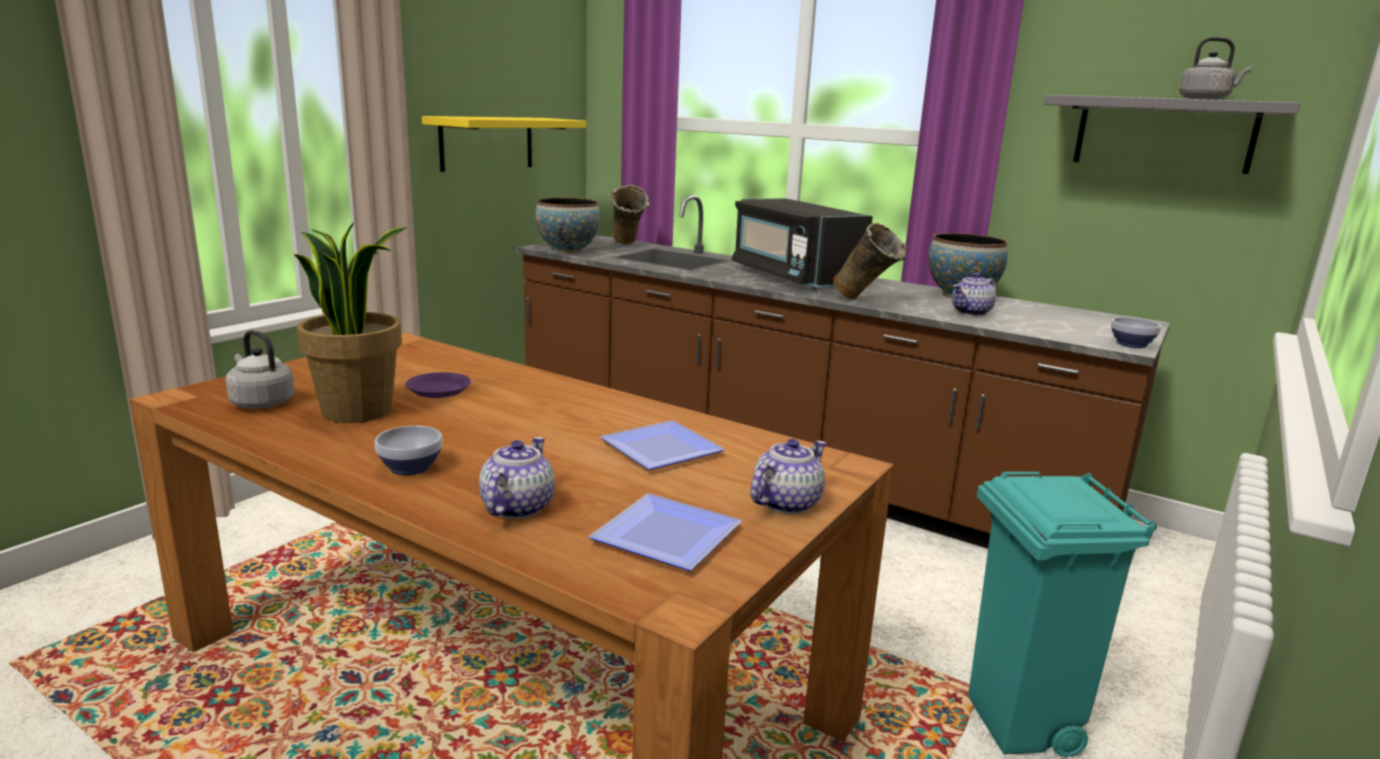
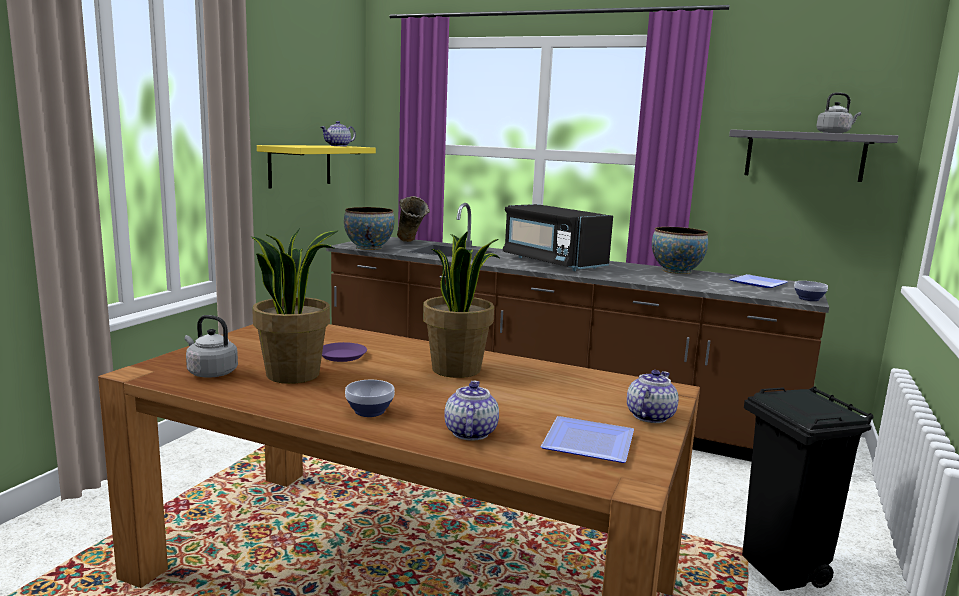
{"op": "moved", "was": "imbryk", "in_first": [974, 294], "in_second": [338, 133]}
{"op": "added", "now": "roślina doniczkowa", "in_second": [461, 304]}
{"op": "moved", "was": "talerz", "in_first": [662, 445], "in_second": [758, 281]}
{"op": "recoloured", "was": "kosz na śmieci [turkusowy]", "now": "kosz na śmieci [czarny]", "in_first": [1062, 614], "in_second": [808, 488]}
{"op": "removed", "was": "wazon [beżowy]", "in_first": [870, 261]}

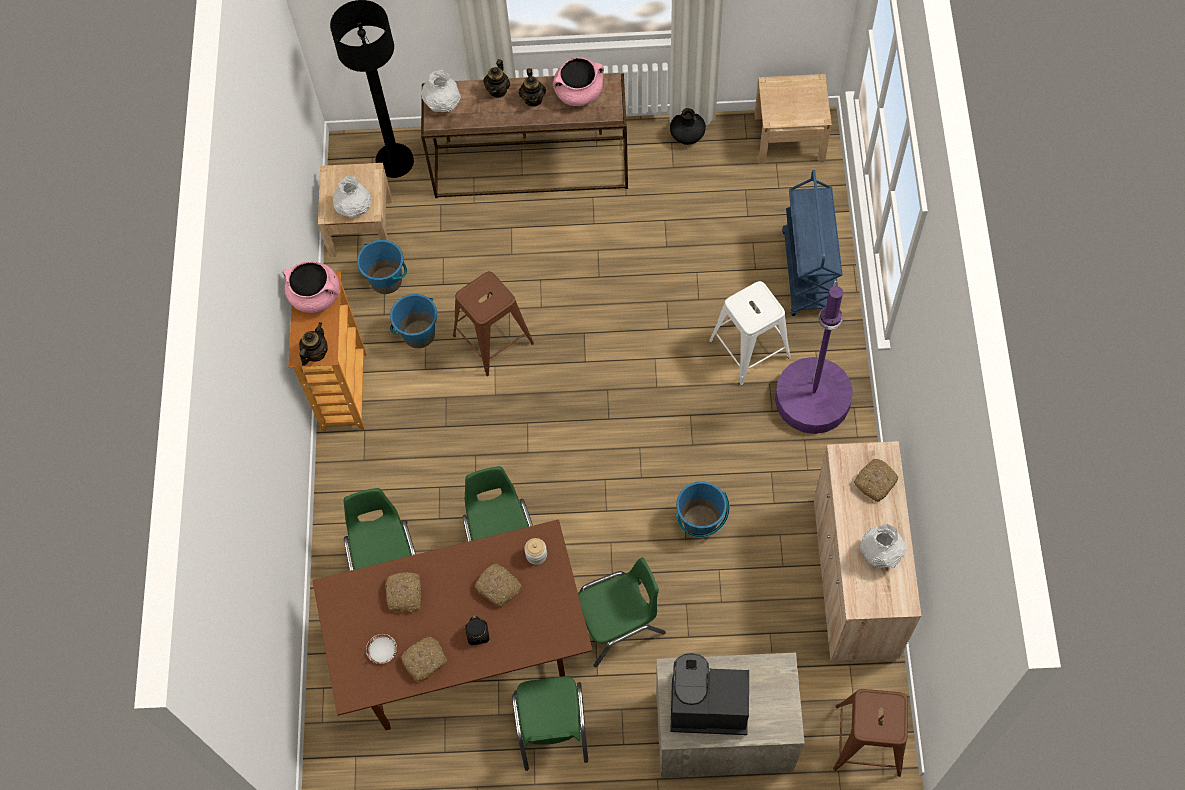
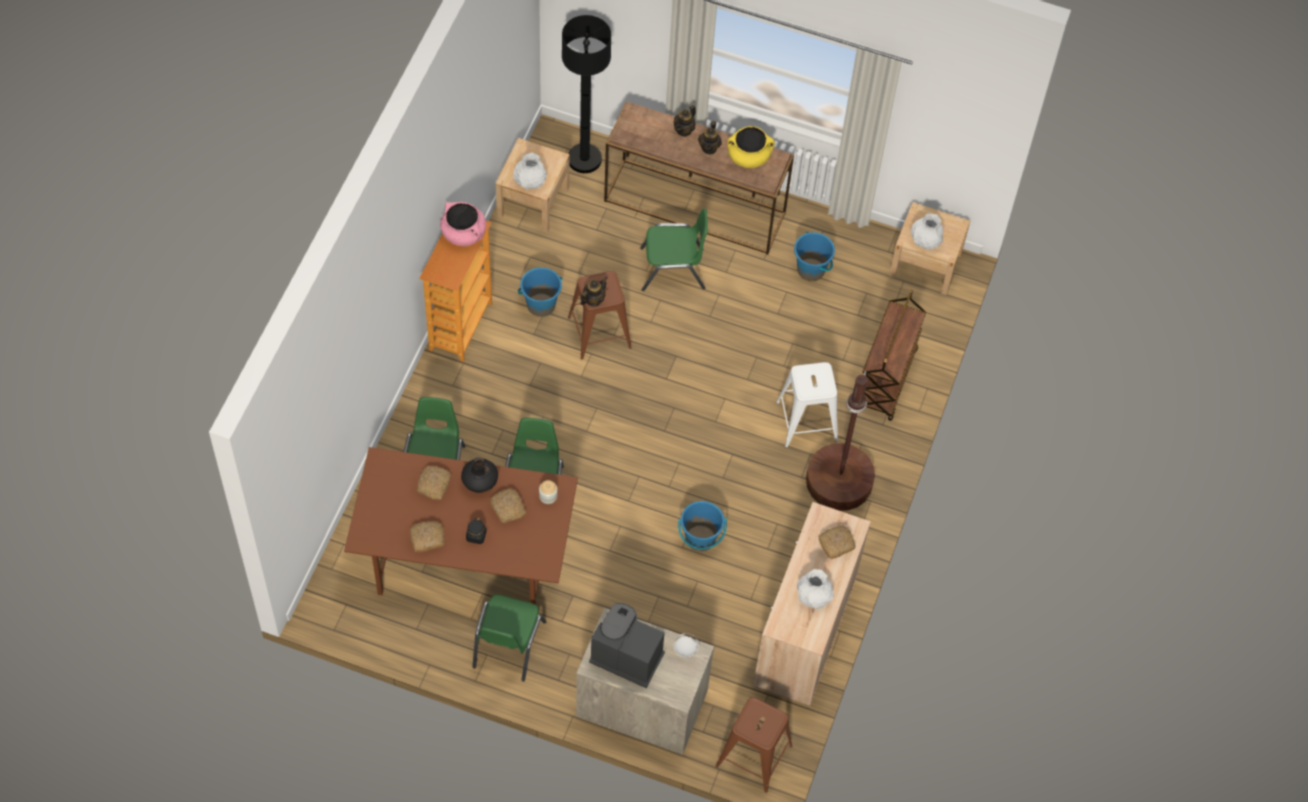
{"op": "moved", "was": "wazon [czarny]", "in_first": [688, 126], "in_second": [479, 475]}
{"op": "moved", "was": "imbryk", "in_first": [313, 344], "in_second": [594, 291]}
{"op": "moved", "was": "krzesło [zielony]", "in_first": [622, 612], "in_second": [674, 250]}
{"op": "moved", "was": "talerz [biały]", "in_first": [381, 649], "in_second": [686, 645]}
{"op": "recoloured", "was": "garnek [różowy]", "now": "garnek [żółty]", "in_first": [578, 81], "in_second": [751, 147]}
{"op": "moved", "was": "wiadro [niebieski]", "in_first": [382, 267], "in_second": [814, 256]}
{"op": "recoloured", "was": "lampa stojąca [fioletowy]", "now": "lampa stojąca [brązowy]", "in_first": [814, 357], "in_second": [840, 441]}
{"op": "recoloured", "was": "wózek [niebieski]", "now": "wózek [brązowy]", "in_first": [812, 243], "in_second": [894, 355]}
{"op": "moved", "was": "wazon [biały]", "in_first": [441, 91], "in_second": [927, 231]}

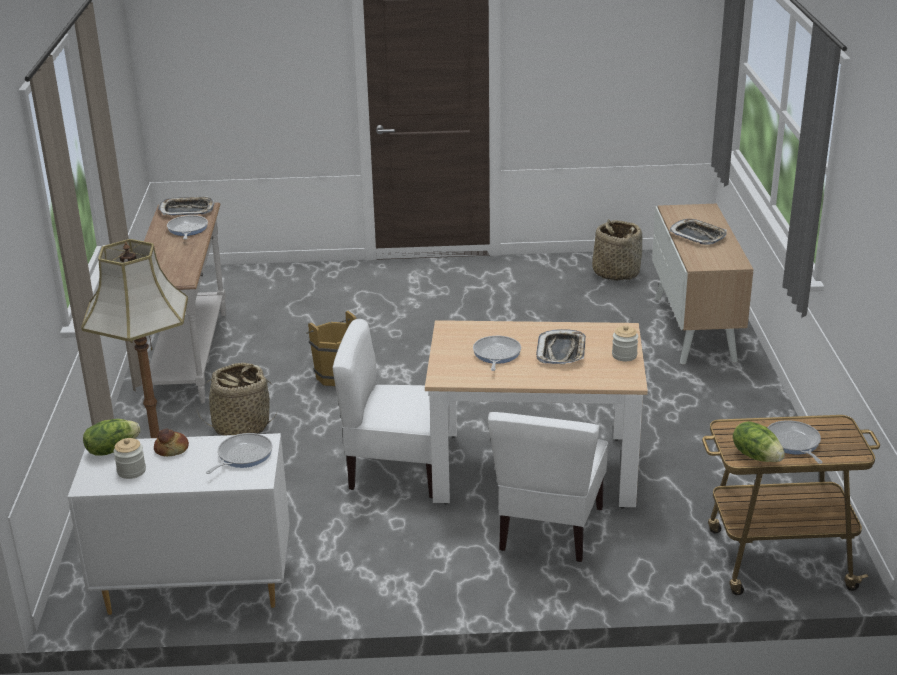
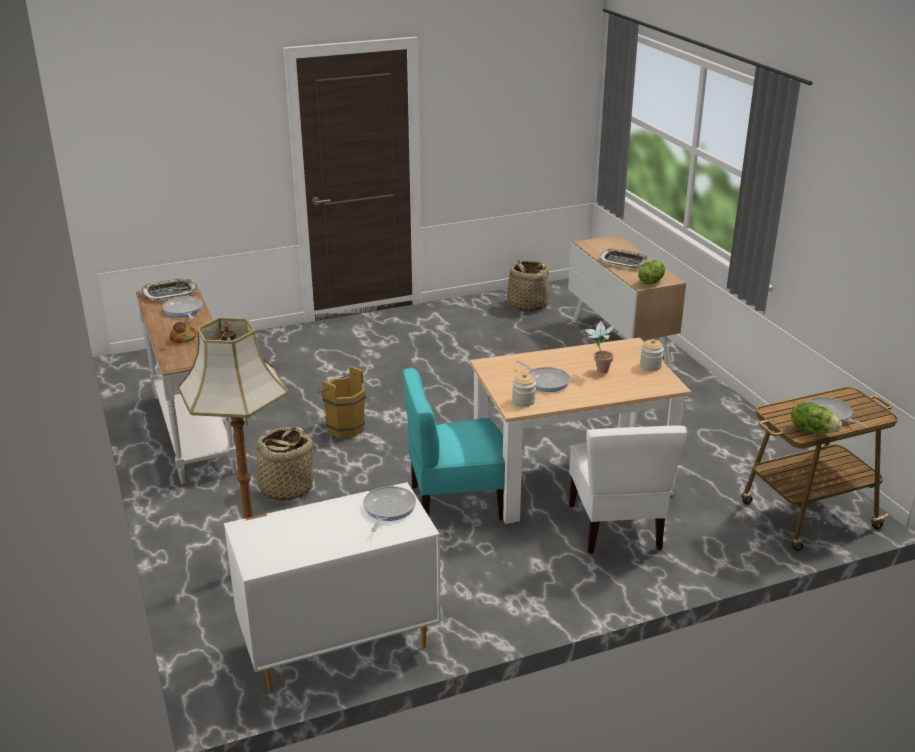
{"op": "moved", "was": "chleb", "in_first": [171, 442], "in_second": [183, 332]}
{"op": "recoloured", "was": "krzesło [biały]", "now": "krzesło [turkusowy]", "in_first": [391, 409], "in_second": [454, 444]}
{"op": "moved", "was": "słoik", "in_first": [129, 458], "in_second": [524, 390]}
{"op": "turned", "was": "patelnia", "in_first": [497, 353], "in_second": [543, 376], "clockwise": 150}
{"op": "replaced", "was": "taca", "now": "roślina doniczkowa", "in_first": [561, 346], "in_second": [600, 346]}
{"op": "moved", "was": "sałata", "in_first": [112, 437], "in_second": [651, 272]}

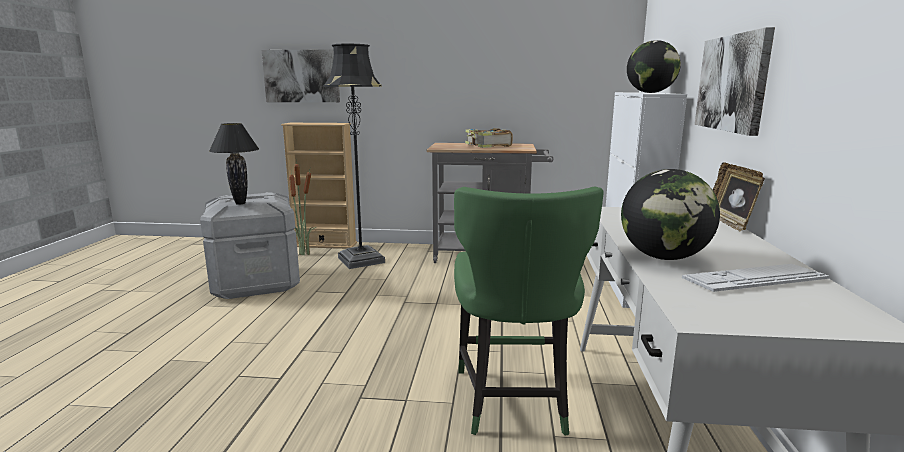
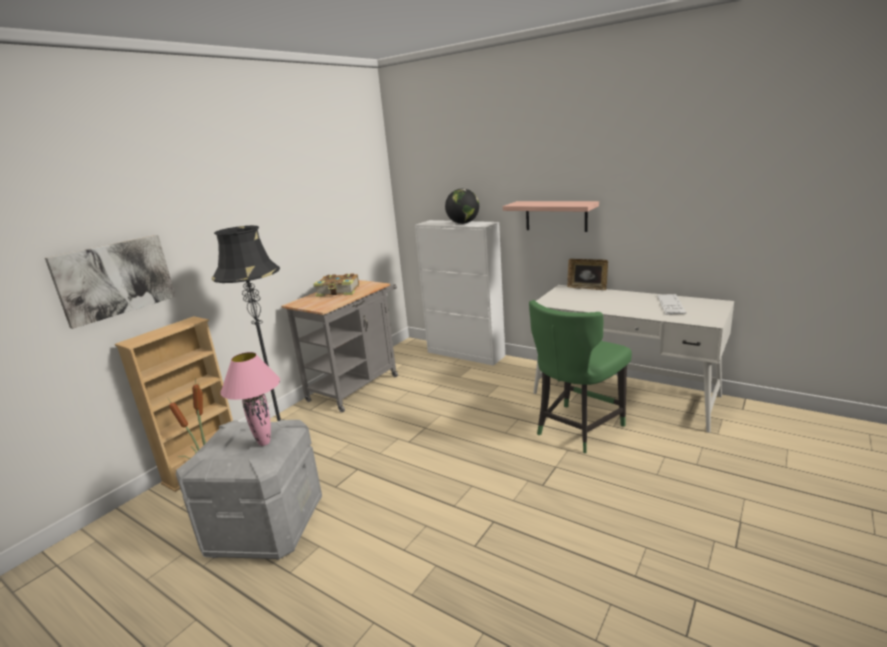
{"op": "recoloured", "was": "lampa stołowa [czarny]", "now": "lampa stołowa [różowy]", "in_first": [234, 164], "in_second": [250, 399]}
{"op": "replaced", "was": "obraz", "now": "półka", "in_first": [735, 81], "in_second": [551, 216]}
{"op": "turned", "was": "krzesło [zielony]", "in_first": [529, 311], "in_second": [580, 376], "clockwise": 105}
{"op": "removed", "was": "globus", "in_first": [670, 214]}

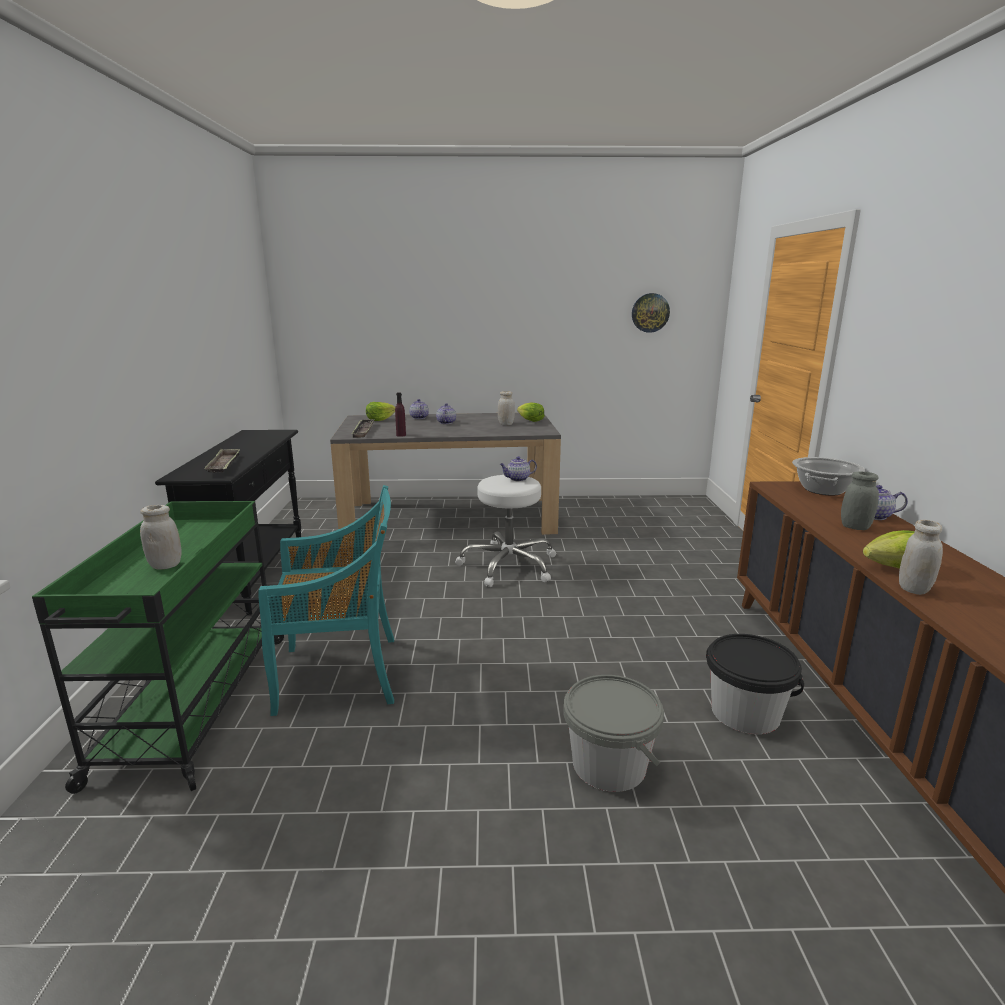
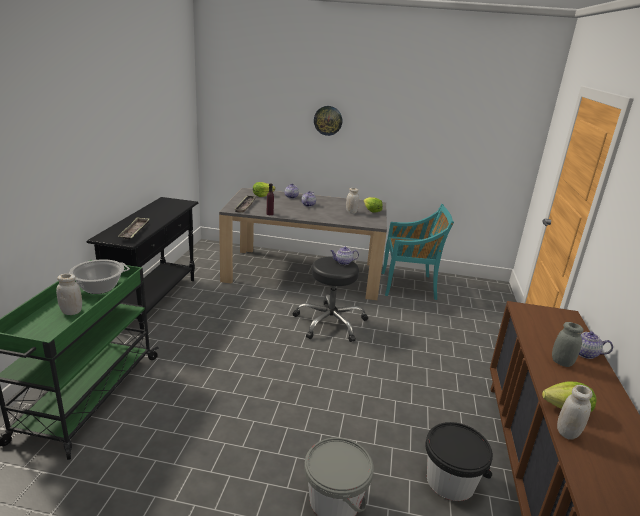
{"op": "moved", "was": "garnek", "in_first": [828, 476], "in_second": [99, 276]}
{"op": "recoloured", "was": "stołek [biały]", "now": "stołek [czarny]", "in_first": [505, 531], "in_second": [330, 299]}
{"op": "moved", "was": "zegar ścienny", "in_first": [651, 313], "in_second": [328, 121]}
{"op": "moved", "was": "krzesło [turkusowy]", "in_first": [326, 600], "in_second": [418, 252]}

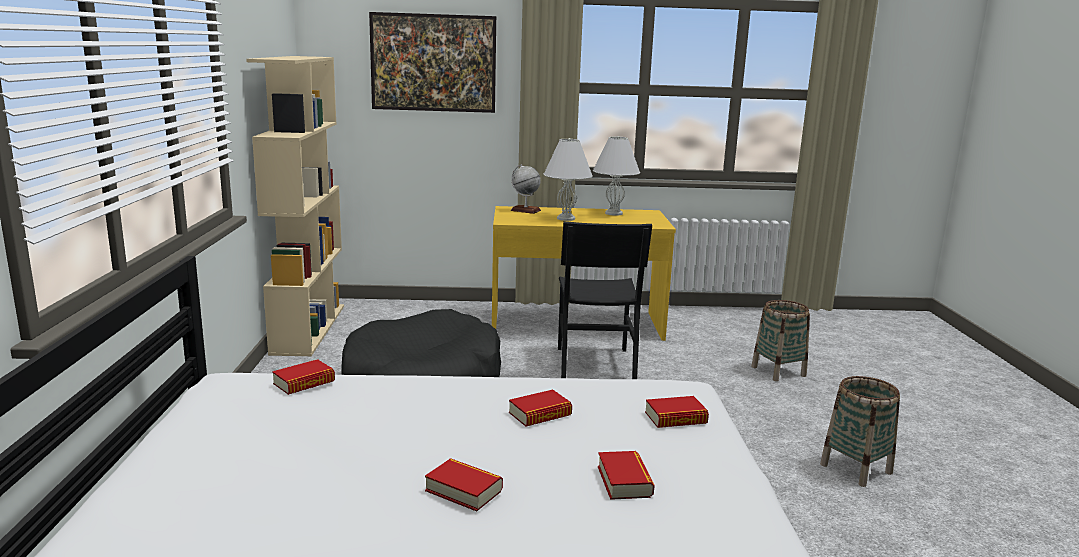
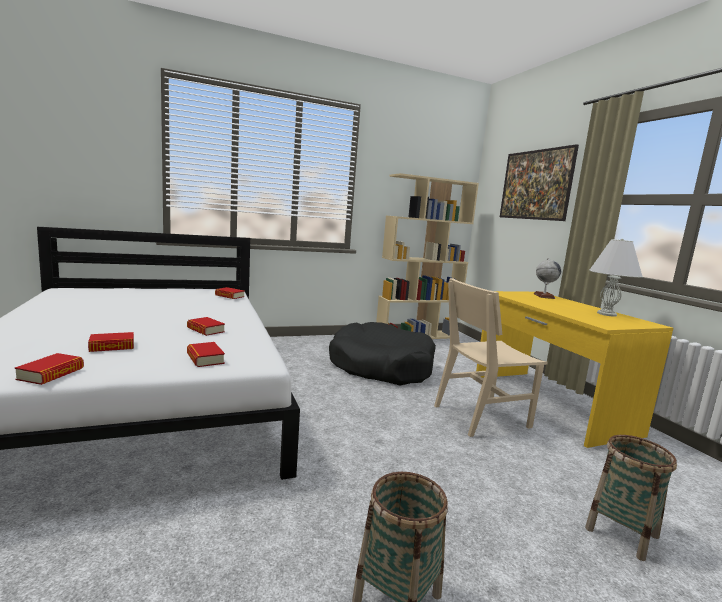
{"op": "moved", "was": "książka", "in_first": [464, 485], "in_second": [49, 369]}
{"op": "recoloured", "was": "krzesło [czarny]", "now": "krzesło [beżowy]", "in_first": [605, 300], "in_second": [491, 357]}
{"op": "removed", "was": "lampa stołowa [biały]", "in_first": [568, 179]}

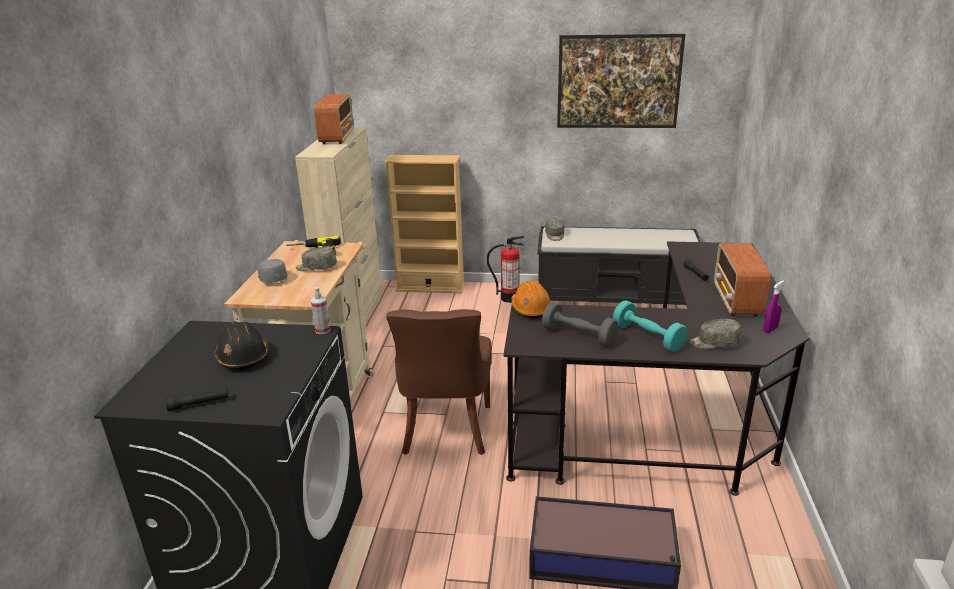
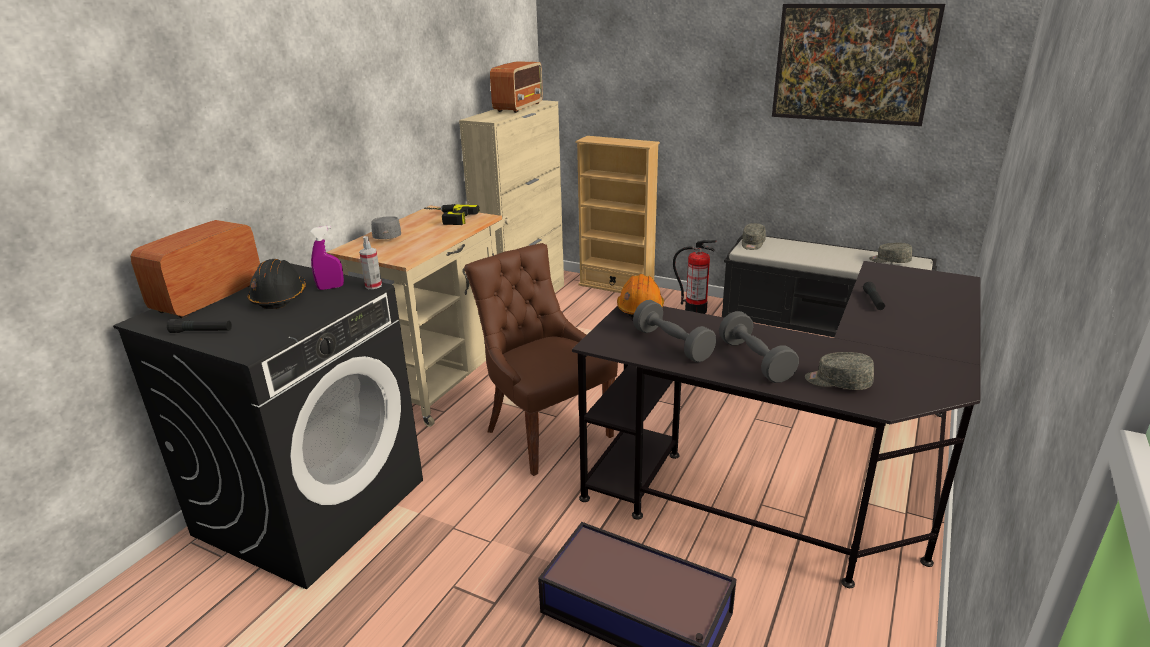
{"op": "moved", "was": "radio", "in_first": [742, 279], "in_second": [195, 269]}
{"op": "moved", "was": "spryskiwacz [fioletowy]", "in_first": [774, 306], "in_second": [327, 258]}
{"op": "turned", "was": "krzesło [brązowy]", "in_first": [439, 382], "in_second": [541, 359], "clockwise": 120}
{"op": "recoloured", "was": "hantel [turkusowy]", "now": "hantel [szary]", "in_first": [650, 326], "in_second": [759, 347]}
{"op": "moved", "was": "czapka z daszkiem [szary]", "in_first": [316, 259], "in_second": [890, 253]}

